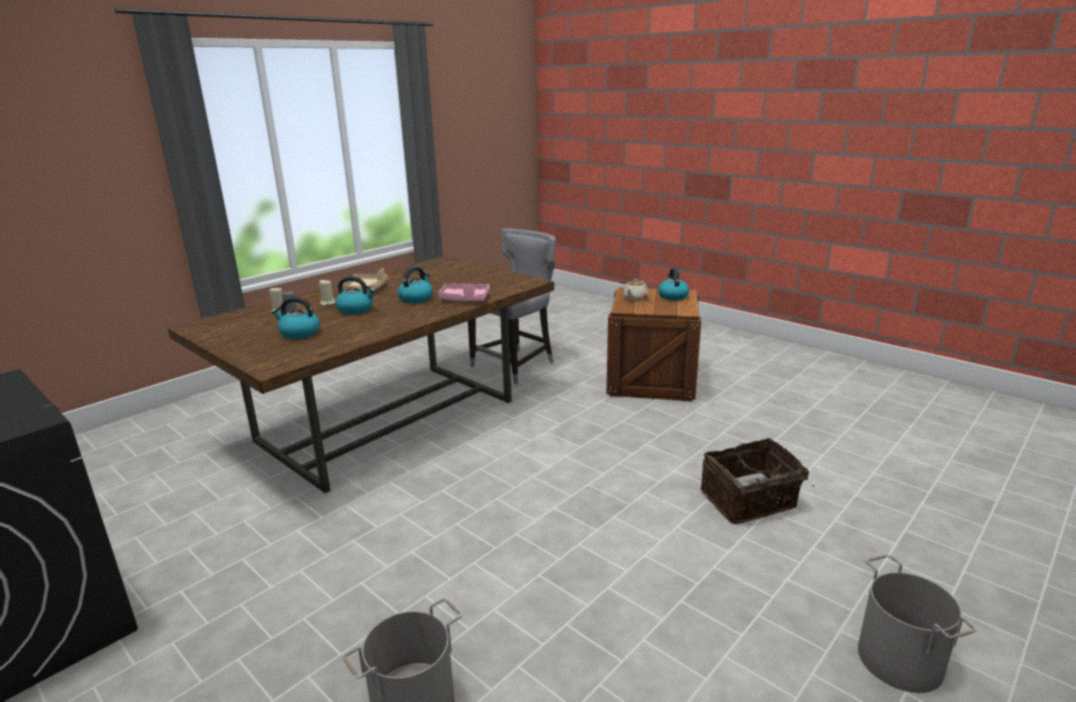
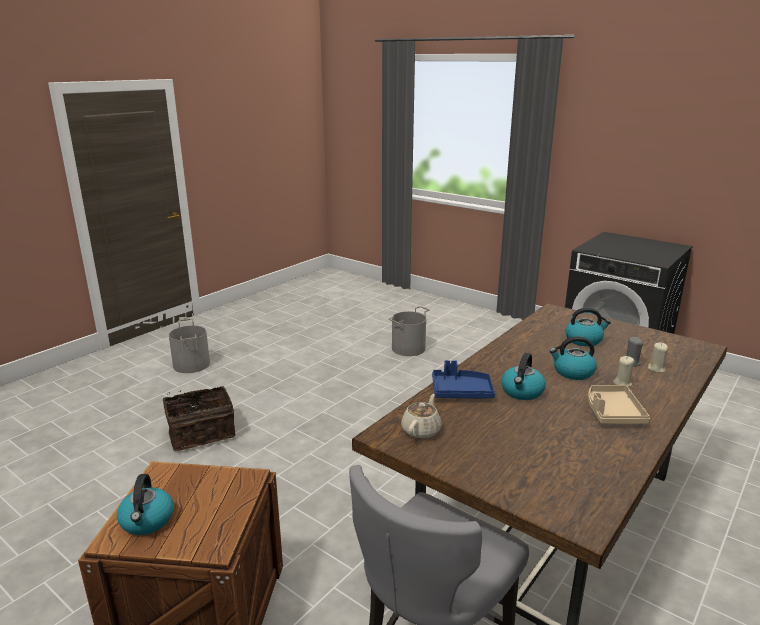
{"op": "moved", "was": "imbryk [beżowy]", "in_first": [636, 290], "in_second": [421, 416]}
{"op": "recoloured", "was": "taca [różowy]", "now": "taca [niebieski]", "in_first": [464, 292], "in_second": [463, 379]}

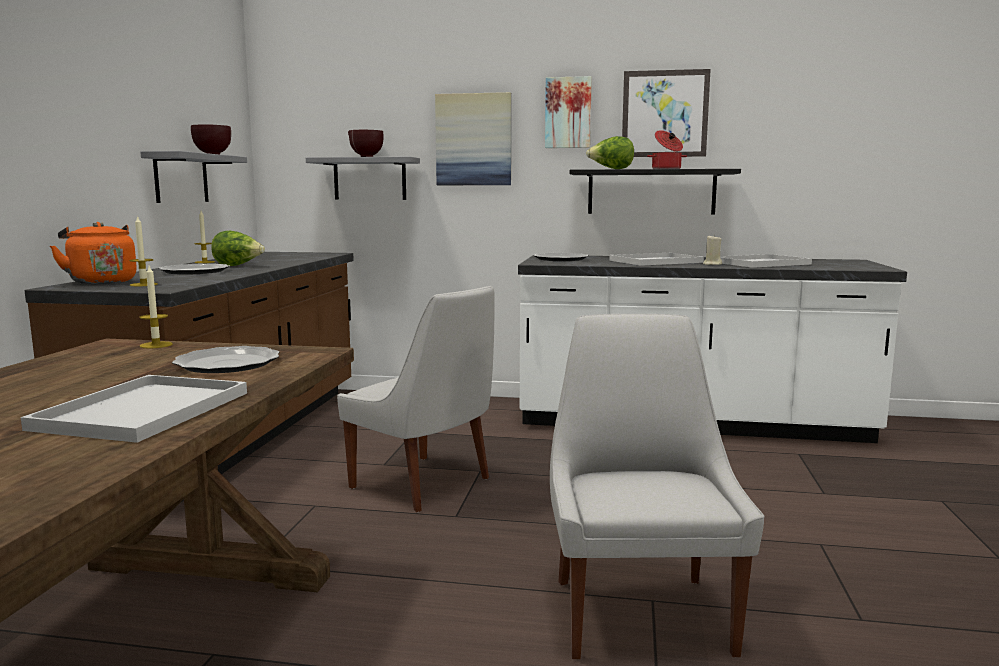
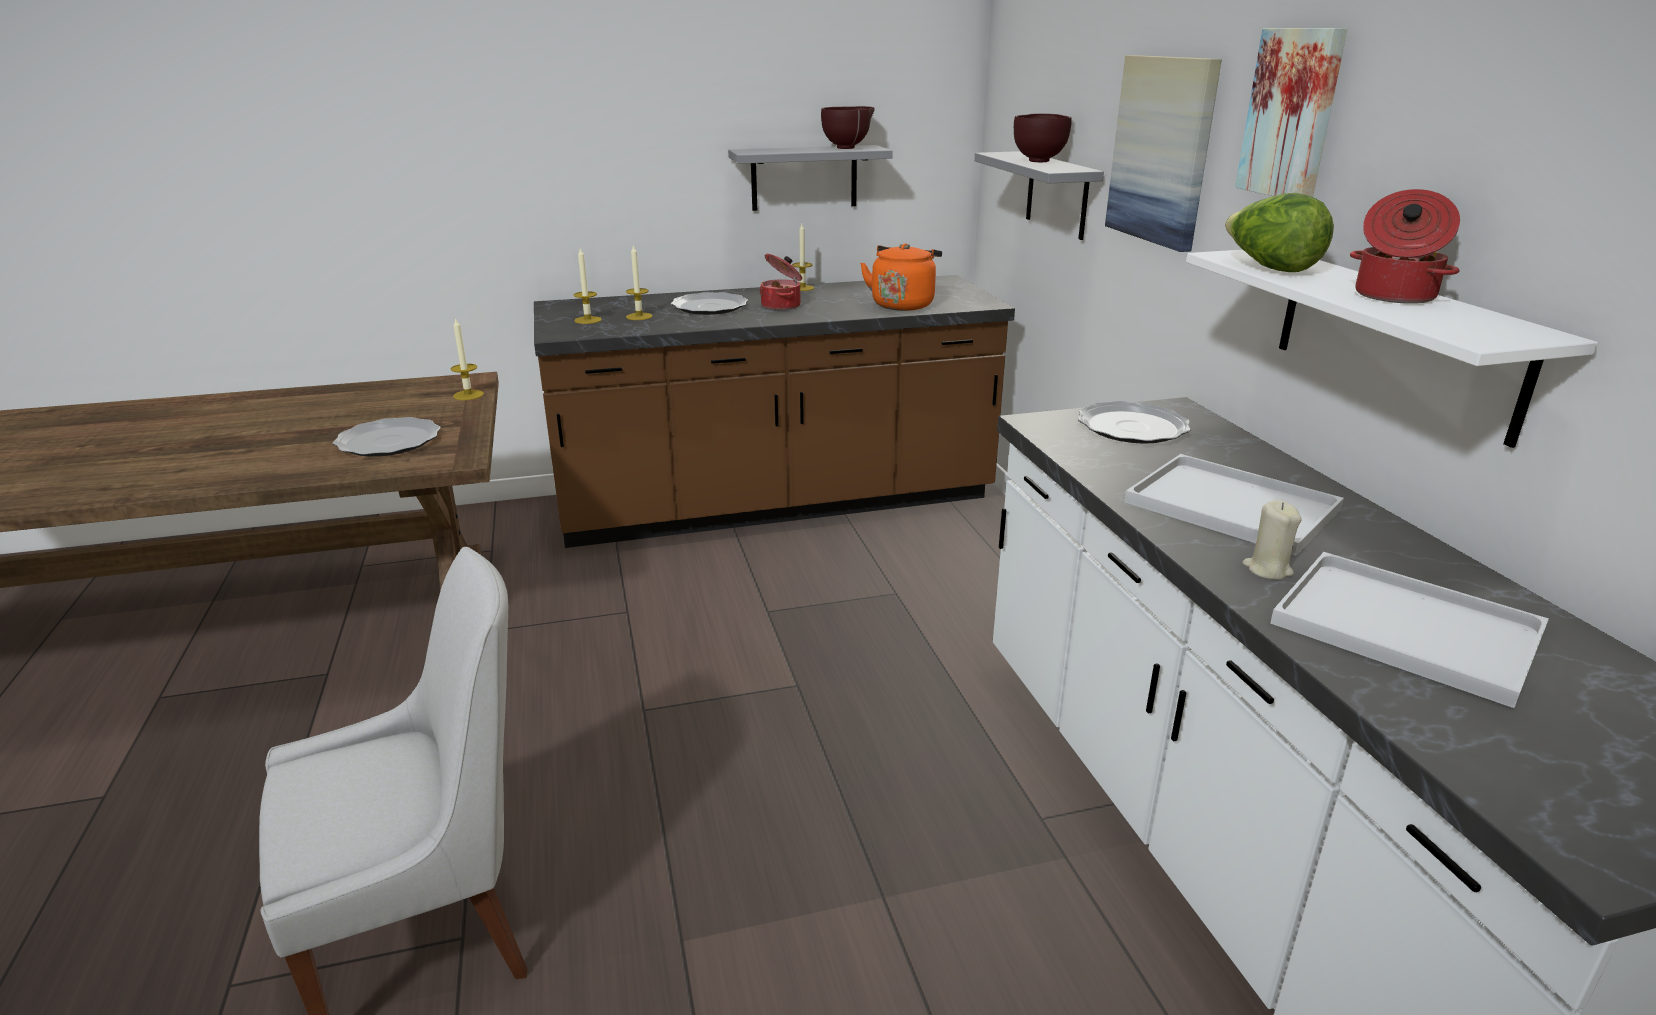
{"op": "added", "now": "świeca", "in_second": [639, 283]}
{"op": "replaced", "was": "sałata", "now": "garnek", "in_first": [238, 248], "in_second": [780, 282]}
{"op": "moved", "was": "czajnik [pomarańczowy]", "in_first": [93, 253], "in_second": [901, 277]}
{"op": "recoloured", "was": "półka [czarny]", "now": "półka [biały]", "in_first": [655, 191], "in_second": [1392, 349]}
{"op": "removed", "was": "taca [biały]", "in_first": [134, 409]}
{"op": "removed", "was": "krzesło [biały]", "in_first": [415, 399]}
{"op": "removed", "was": "obraz", "in_first": [666, 113]}

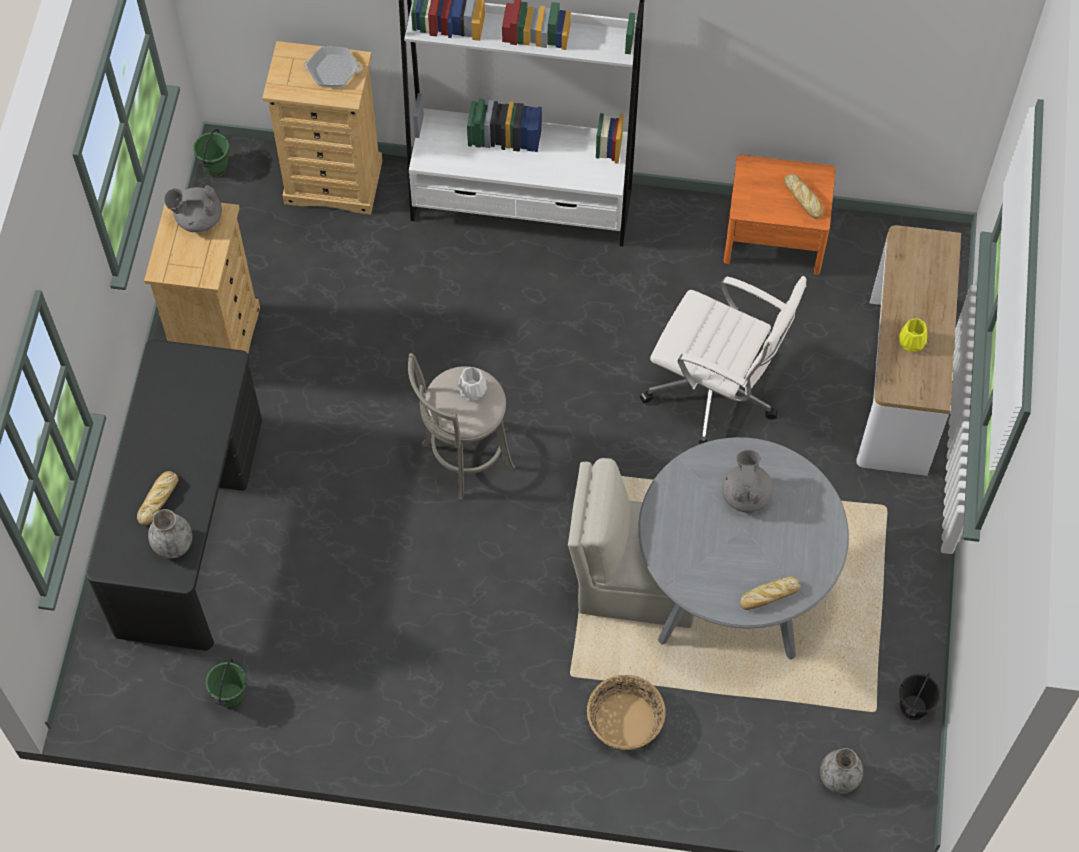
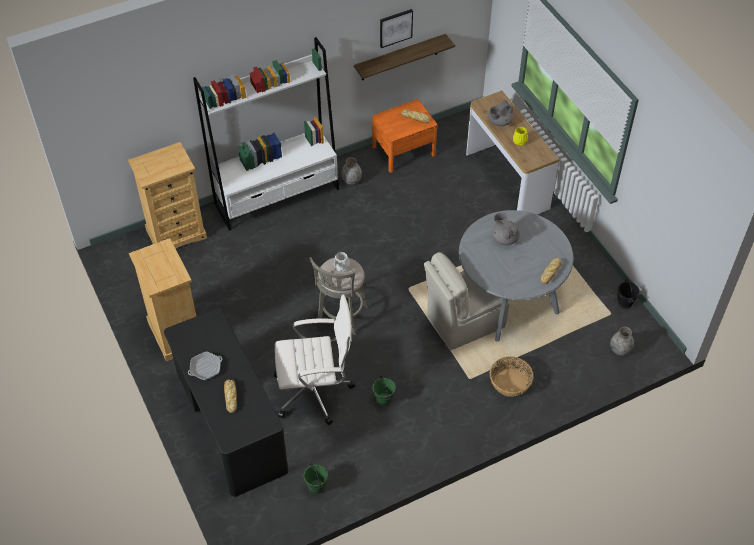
{"op": "moved", "was": "patelnia", "in_first": [332, 67], "in_second": [205, 366]}
{"op": "moved", "was": "krzesło biurowe [biały]", "in_first": [723, 360], "in_second": [315, 359]}
{"op": "moved", "was": "wazon [szary]", "in_first": [170, 534], "in_second": [351, 171]}
{"op": "added", "now": "półka", "in_second": [404, 57]}
{"op": "moved", "was": "wiadro [zielony]", "in_first": [211, 153], "in_second": [384, 391]}
{"op": "added", "now": "obraz", "in_second": [396, 28]}
{"op": "moved", "was": "imbryk [szary]", "in_first": [193, 208], "in_second": [500, 113]}

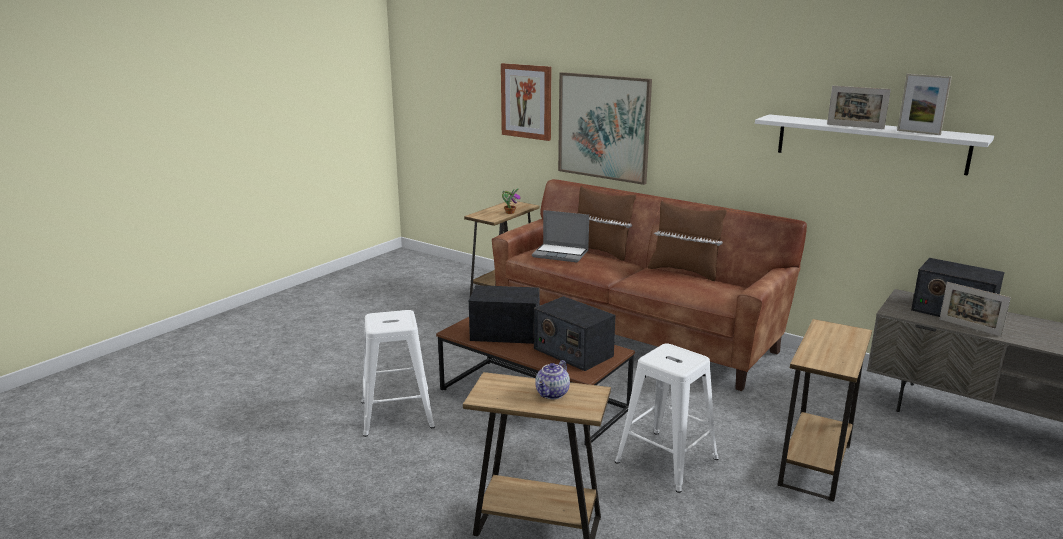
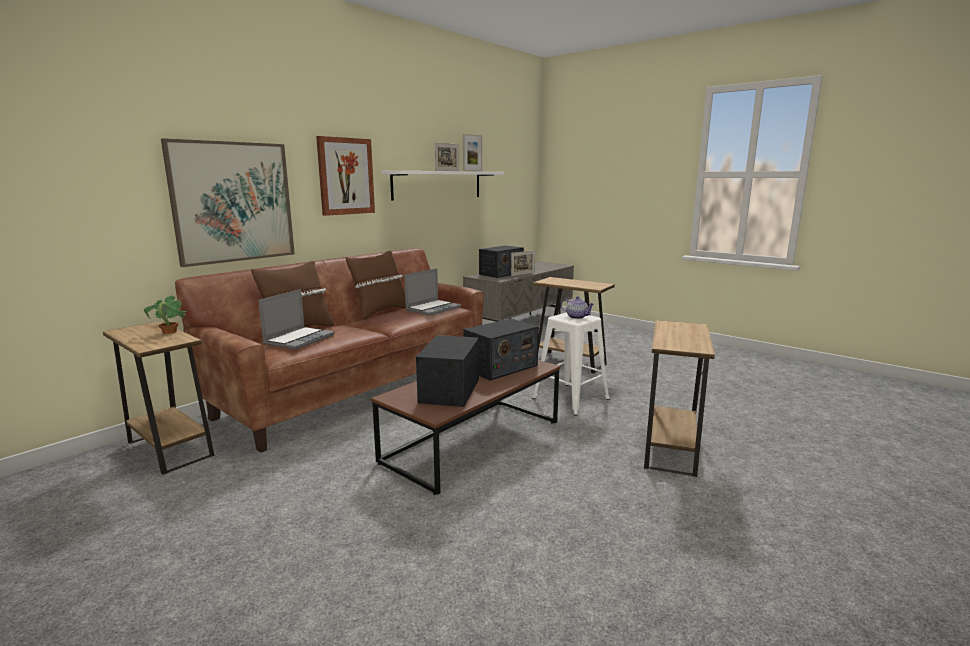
{"op": "moved", "was": "obraz", "in_first": [526, 102], "in_second": [345, 176]}
{"op": "added", "now": "laptop", "in_second": [432, 292]}
{"op": "moved", "was": "imbryk", "in_first": [552, 379], "in_second": [577, 307]}
{"op": "removed", "was": "stołek [biały]", "in_first": [398, 373]}

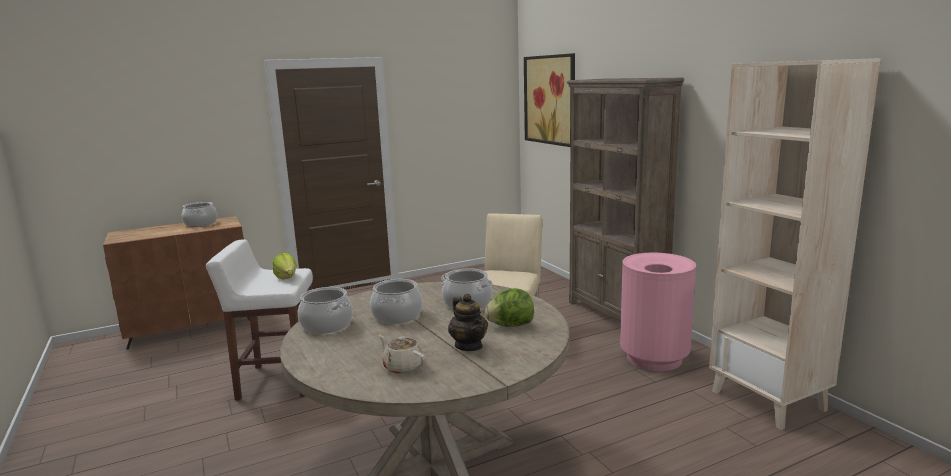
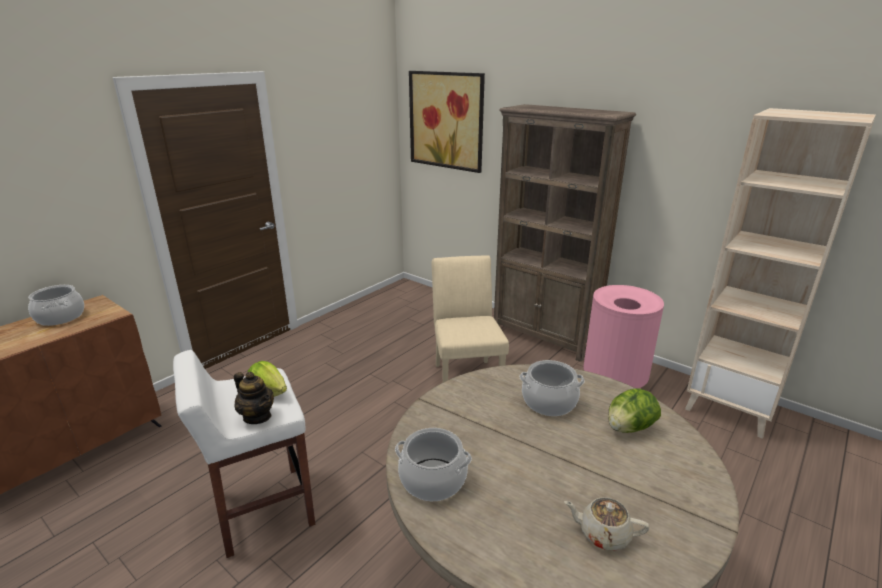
{"op": "moved", "was": "imbryk", "in_first": [468, 322], "in_second": [254, 398]}
{"op": "removed", "was": "garnek", "in_first": [396, 301]}

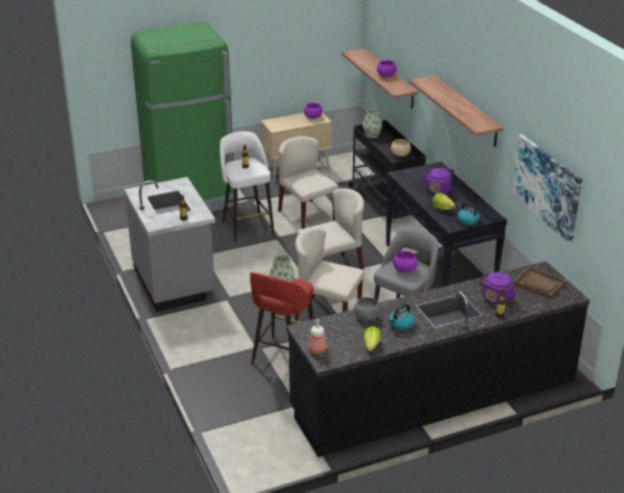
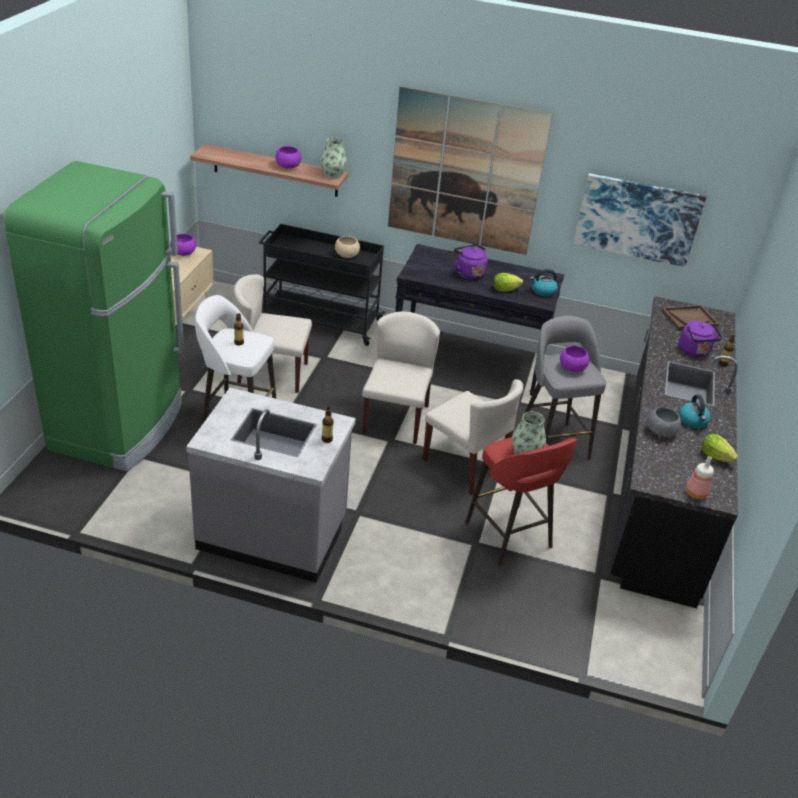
{"op": "moved", "was": "wazon", "in_first": [372, 123], "in_second": [334, 158]}
{"op": "replaced", "was": "półka", "now": "obraz", "in_first": [456, 111], "in_second": [470, 170]}
{"op": "turned", "was": "krzesło [beżowy]", "in_first": [330, 274], "in_second": [473, 437], "clockwise": -105}

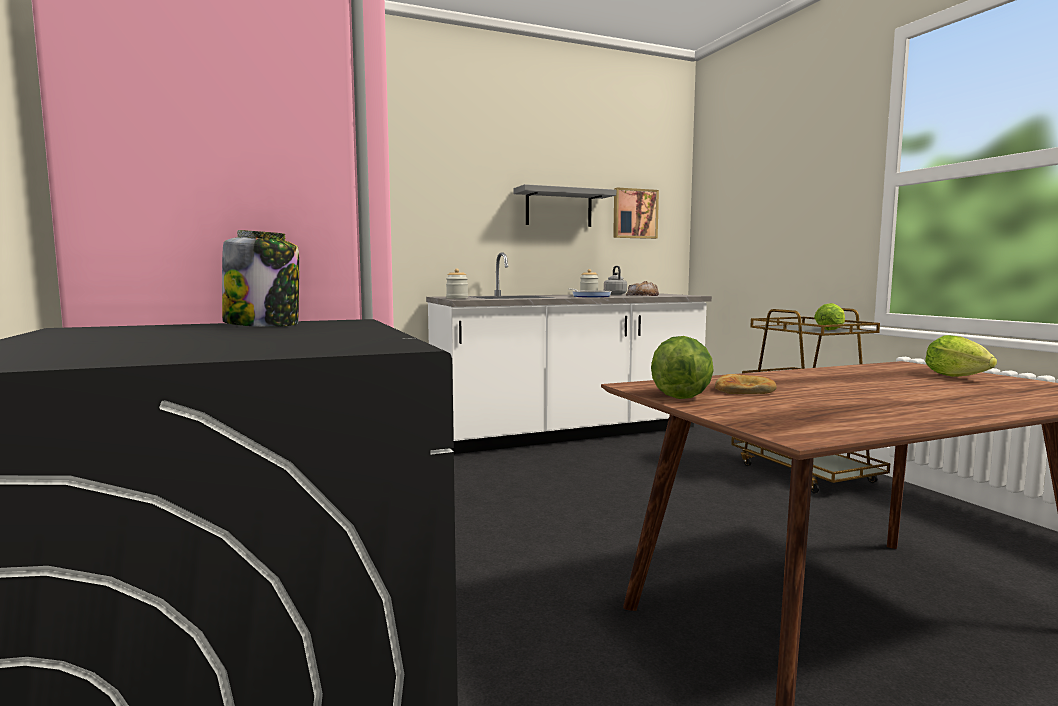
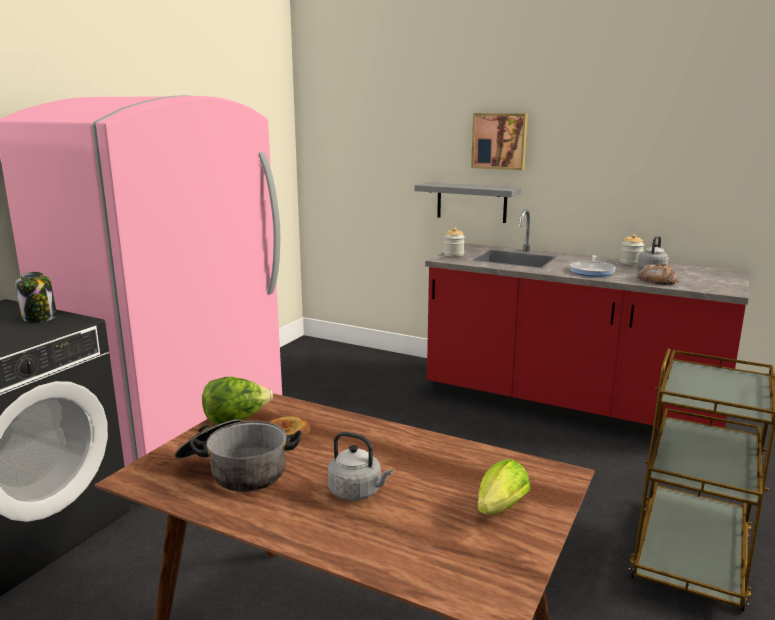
{"op": "added", "now": "garnek", "in_second": [238, 455]}
{"op": "added", "now": "czajnik [szary]", "in_second": [360, 466]}
{"op": "moved", "was": "półka [szary]", "in_first": [564, 205], "in_second": [468, 202]}
{"op": "recoloured", "was": "zabudowa kuchenna [biały]", "now": "zabudowa kuchenna [czerwony]", "in_first": [569, 353], "in_second": [587, 323]}
{"op": "moved", "was": "obraz", "in_first": [636, 213], "in_second": [499, 141]}
{"op": "removed", "was": "sałata", "in_first": [829, 316]}

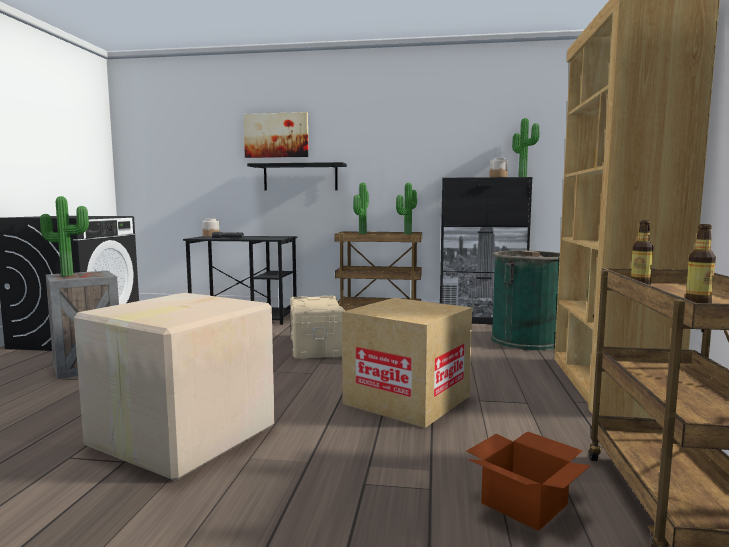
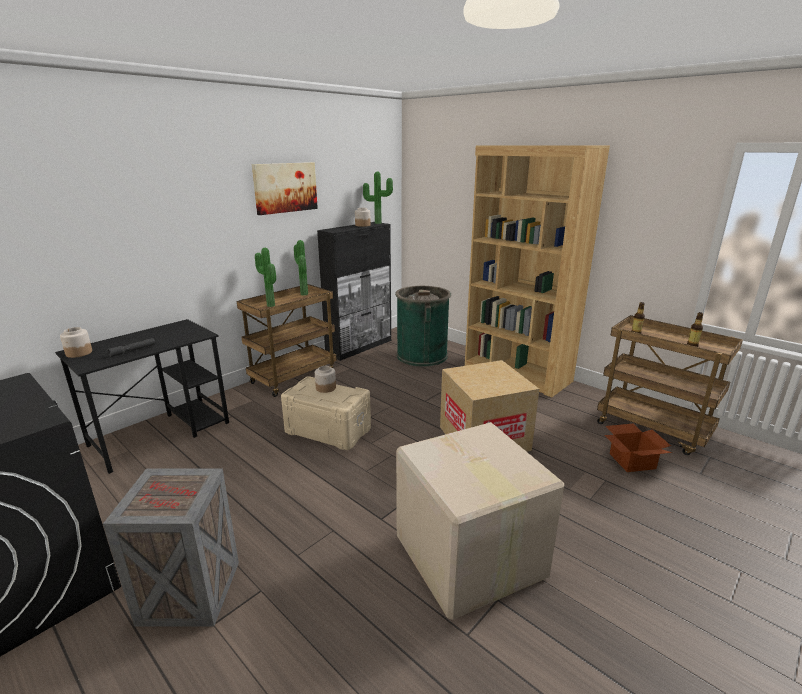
{"op": "moved", "was": "obraz", "in_first": [276, 135], "in_second": [285, 188]}
{"op": "added", "now": "słoik", "in_second": [325, 379]}
{"op": "removed", "was": "roślina doniczkowa", "in_first": [64, 236]}
{"op": "removed", "was": "półka [czarny]", "in_first": [297, 176]}

